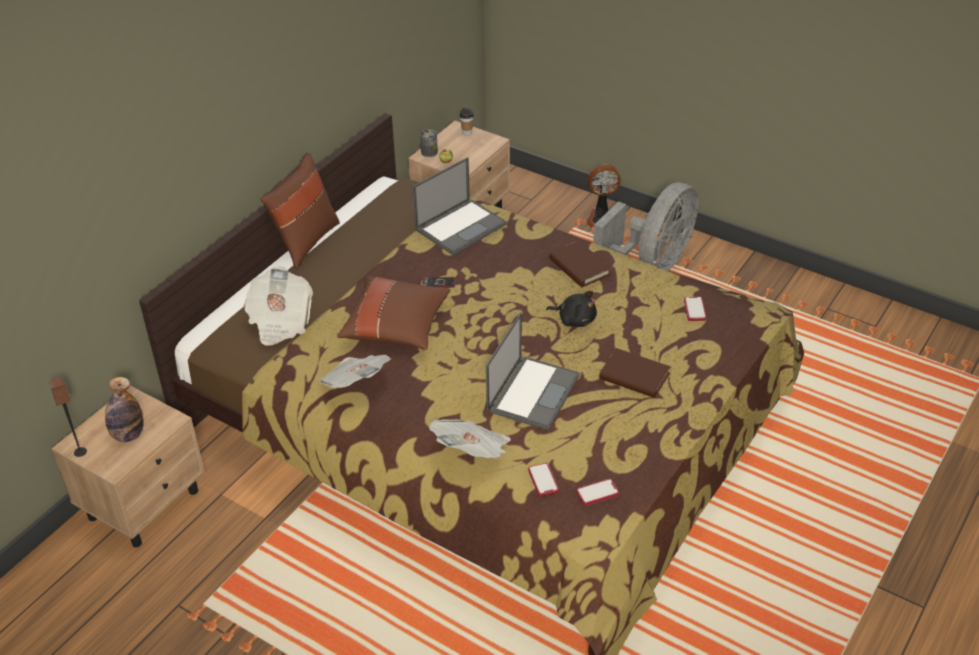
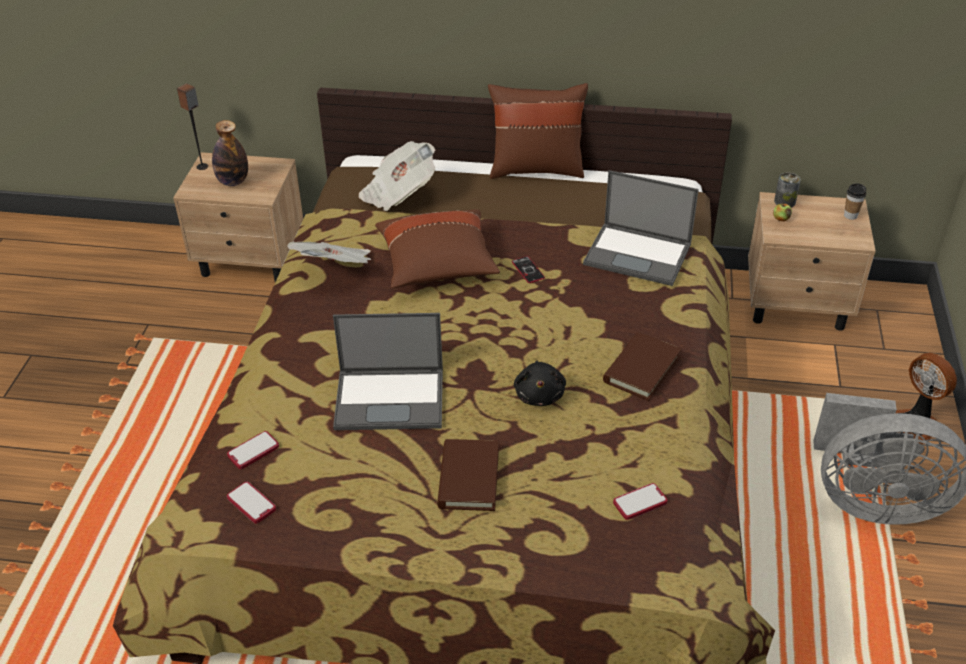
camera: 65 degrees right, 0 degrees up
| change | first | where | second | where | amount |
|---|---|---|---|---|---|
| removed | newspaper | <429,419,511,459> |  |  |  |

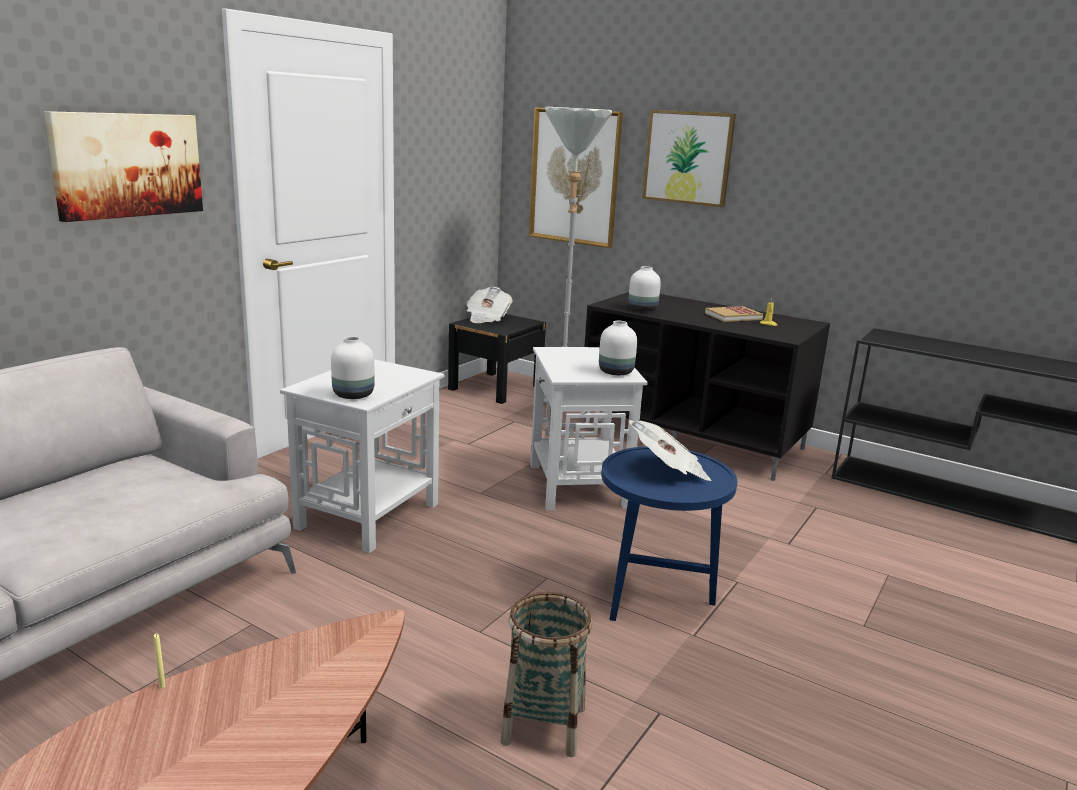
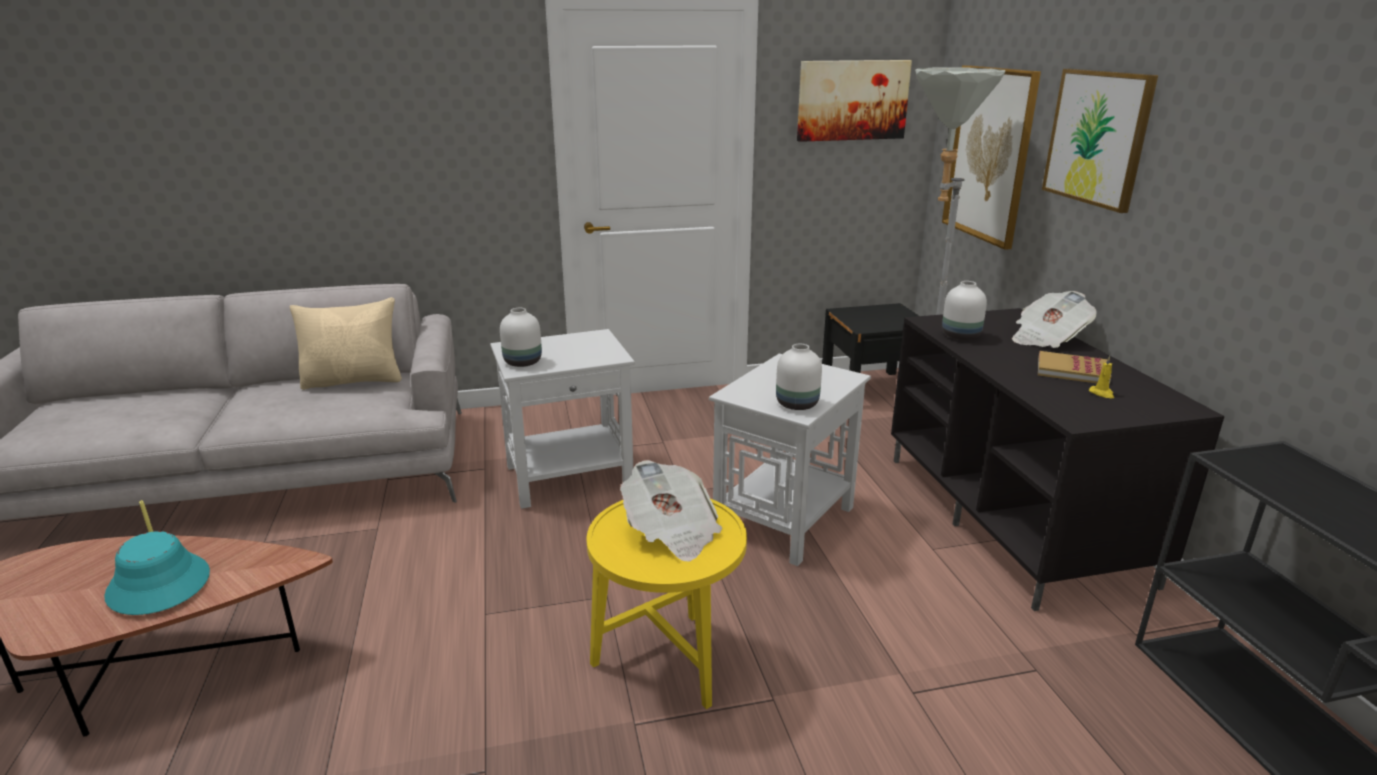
camera: 45 degrees right, 5 degrees up
| change | first | where | second | where | amount |
|---|---|---|---|---|---|
| moved | wall picture | <44,111,203,222> |  | <797,60,912,142> |  |
| moved | newspaper | <467,287,513,323> |  | <1012,291,1097,348> |  |
| removed | household basket | <500,592,592,757> |  |  |  |
| recoloured | bluish accent table | <601,446,737,621> | yellowish accent table | <587,499,747,709> |  |
| added |  |  | turquoise hat | <104,531,210,615> |  |
| added |  |  | beige throw pillow | <290,297,402,390> |  |

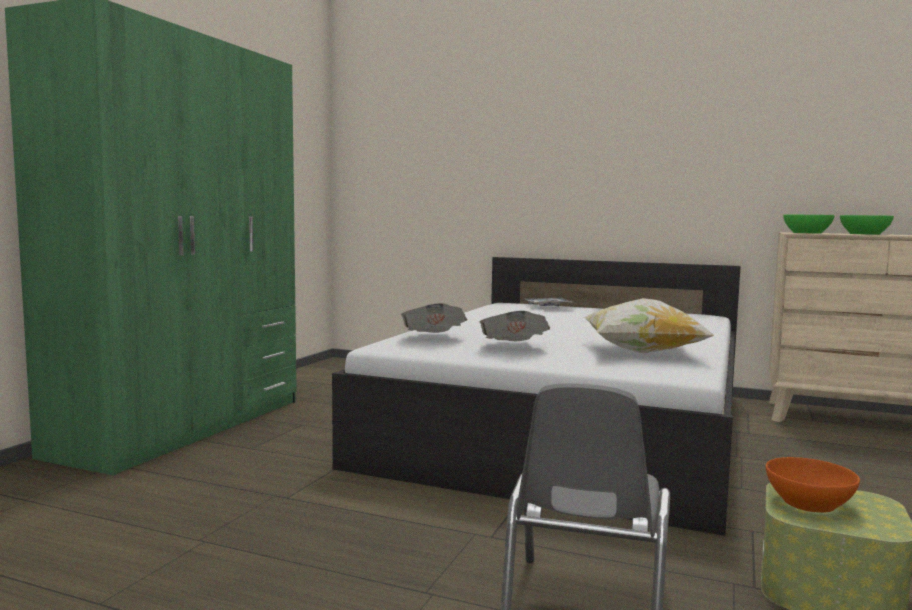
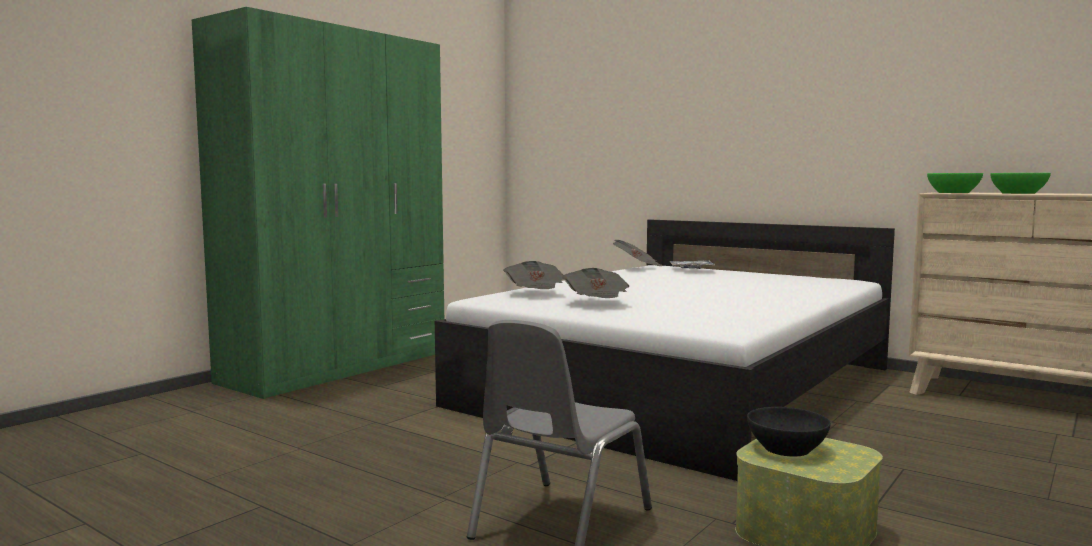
camera: 15 degrees right, 0 degrees up
| change | first | where | second | where | amount |
|---|---|---|---|---|---|
| removed | throw pillow | <583,298,714,353> |  |  |  |
| recoloured | orange-coloured serving bowl | <766,457,860,513> | black-coloured serving bowl | <747,407,830,457> |  |
| added |  |  | newspaper | <613,240,663,266> |  |

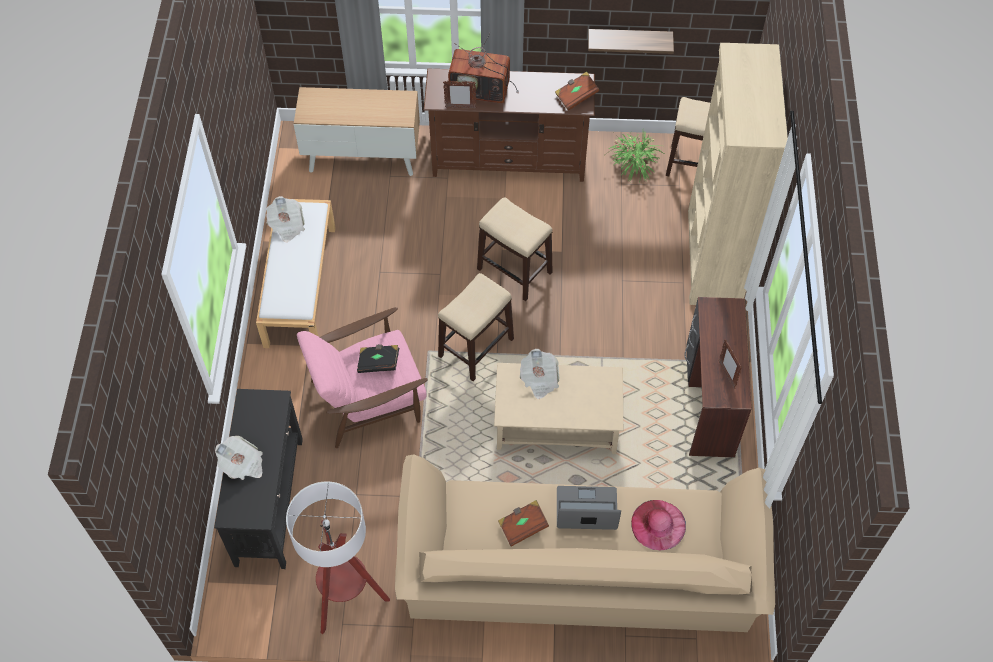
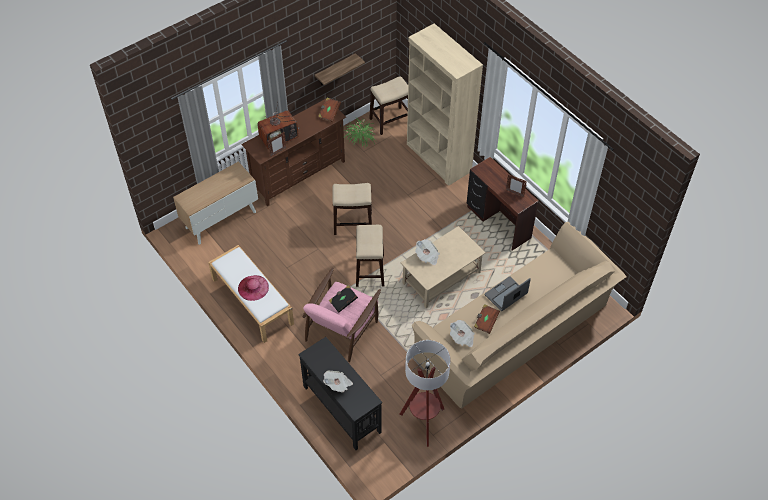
camera: 40 degrees left, 5 degrees down
| change | first | where | second | where | amount |
|---|---|---|---|---|---|
| moved | newspaper | <266,196,305,242> |  | <450,320,475,347> |  |
| moved | pink hat | <631,500,686,550> |  | <238,275,269,301> |  |

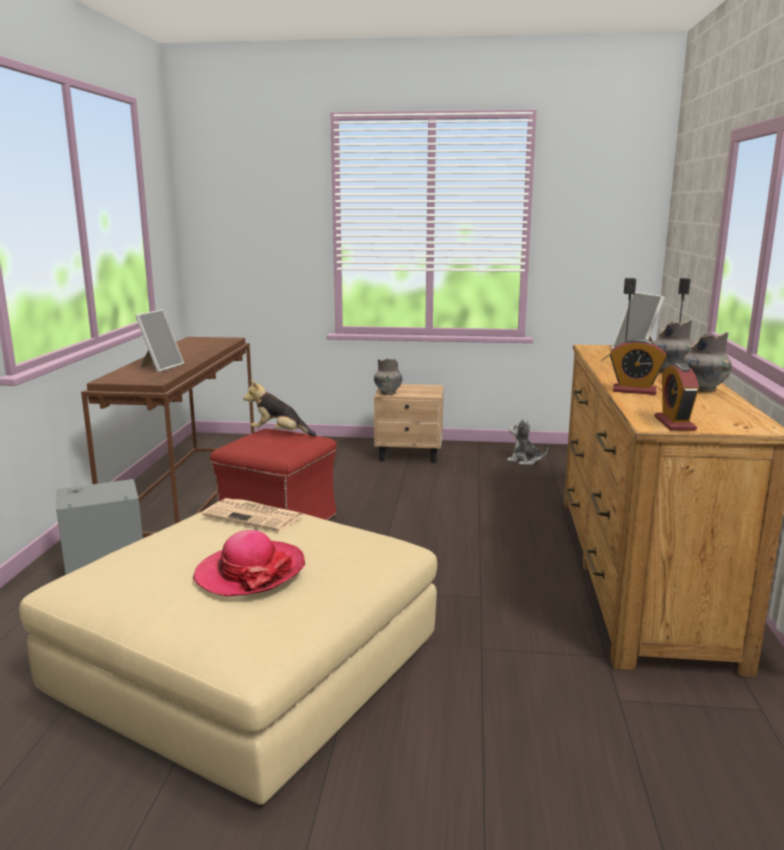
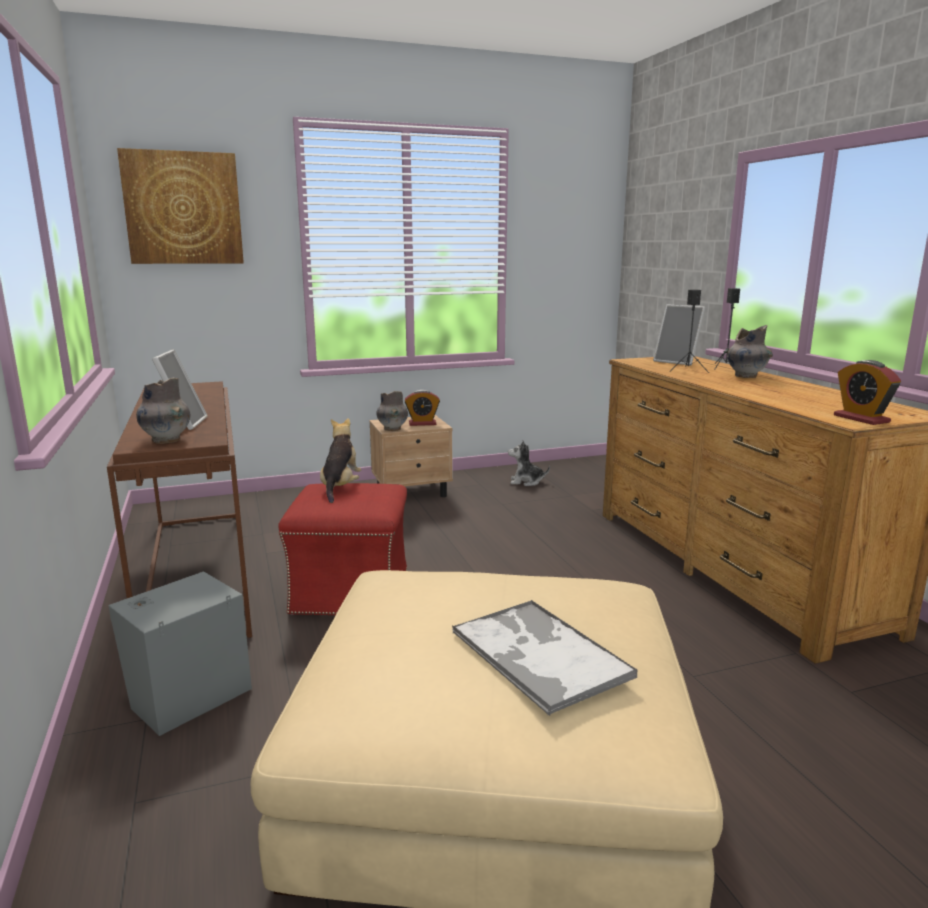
camera: 25 degrees left, 0 degrees up
| change | first | where | second | where | amount |
|---|---|---|---|---|---|
| replaced | hat | <193,530,305,597> | carrying tray | <452,600,638,716> |  |
| removed | newspaper | <202,498,304,532> |  |  |  |
| turned | soft toy | <243,380,317,436> |  | <320,418,361,503> | 105 degrees clockwise |
| moved | table clock | <610,338,667,395> |  | <405,390,440,426> |  |
| moved | gray vase | <682,332,732,392> |  | <136,378,190,444> |  |
| added |  |  | wall picture | <117,148,244,264> |  |

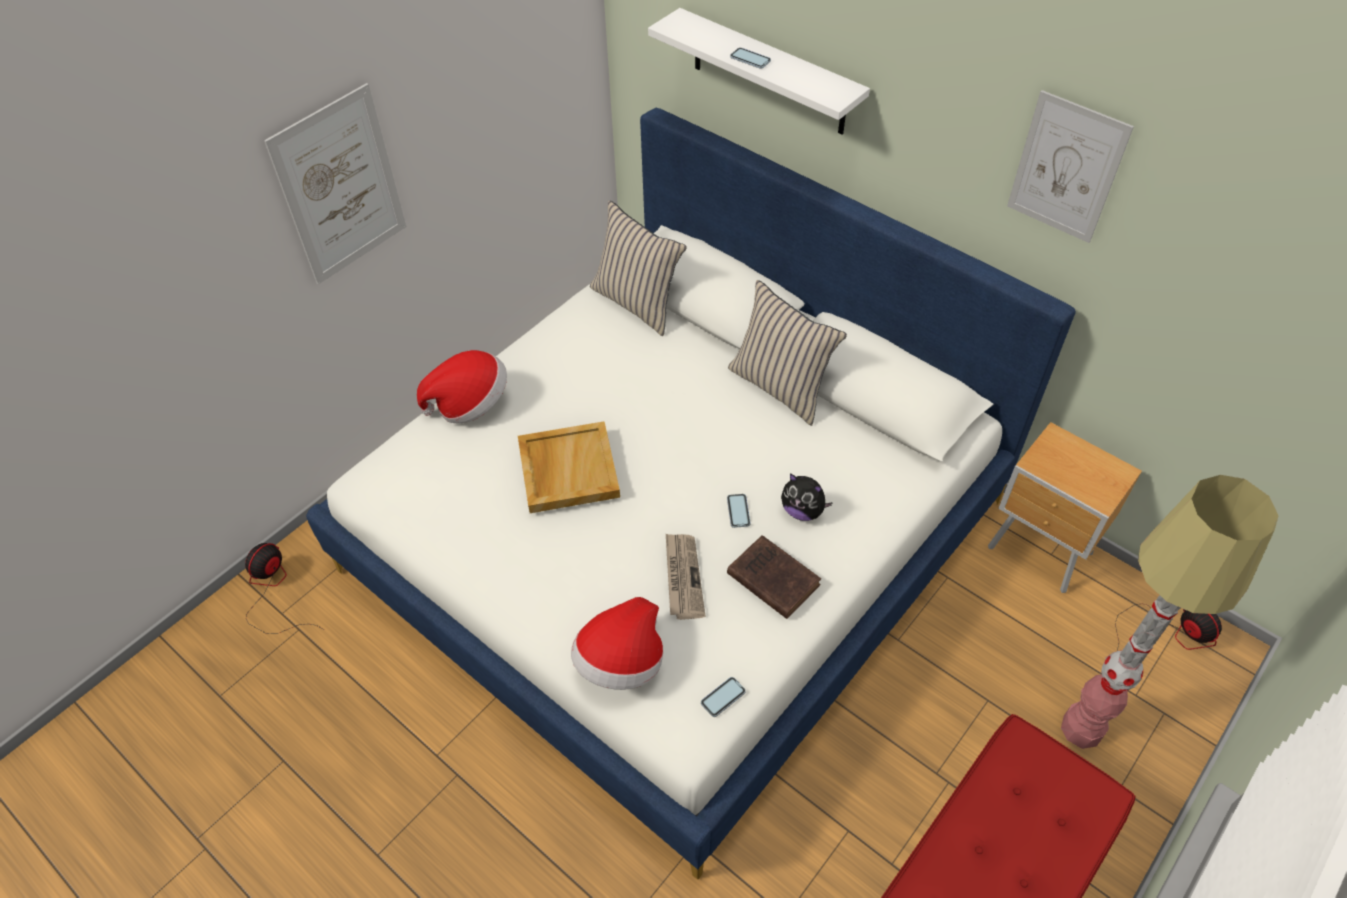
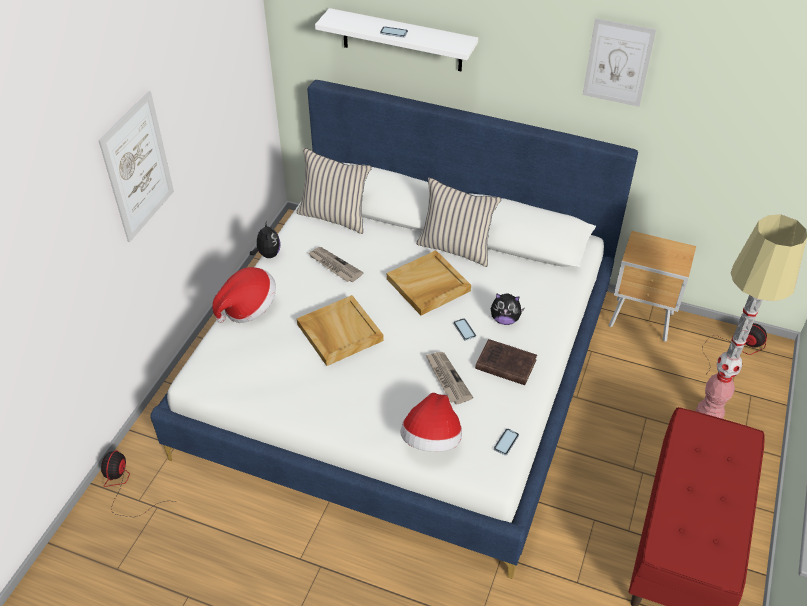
camera: 20 degrees left, 5 degrees down
| change | first | where | second | where | amount |
|---|---|---|---|---|---|
| added |  |  | soft toy | <250,220,281,258> |  |
| added |  |  | newspaper | <308,247,363,282> |  |
| added |  |  | beige carrying tray | <387,250,471,316> |  |

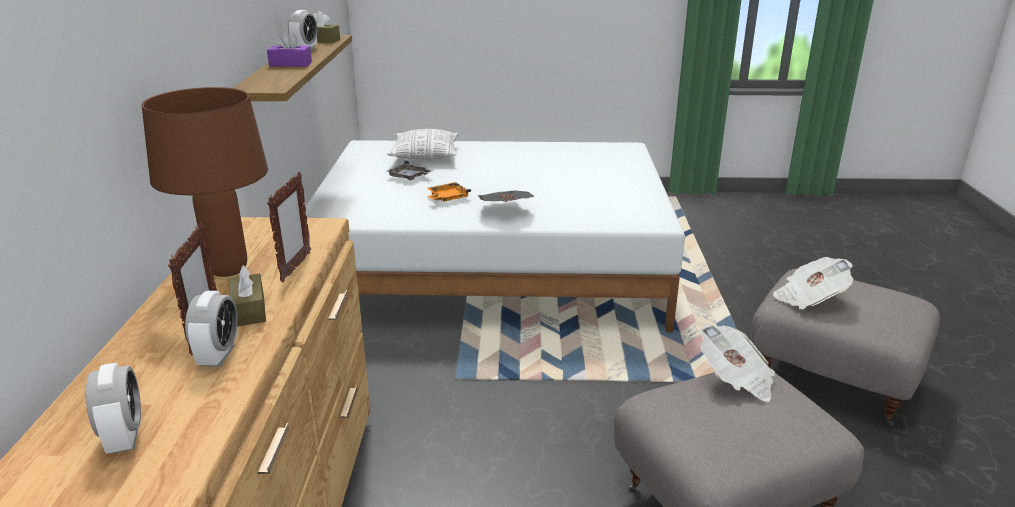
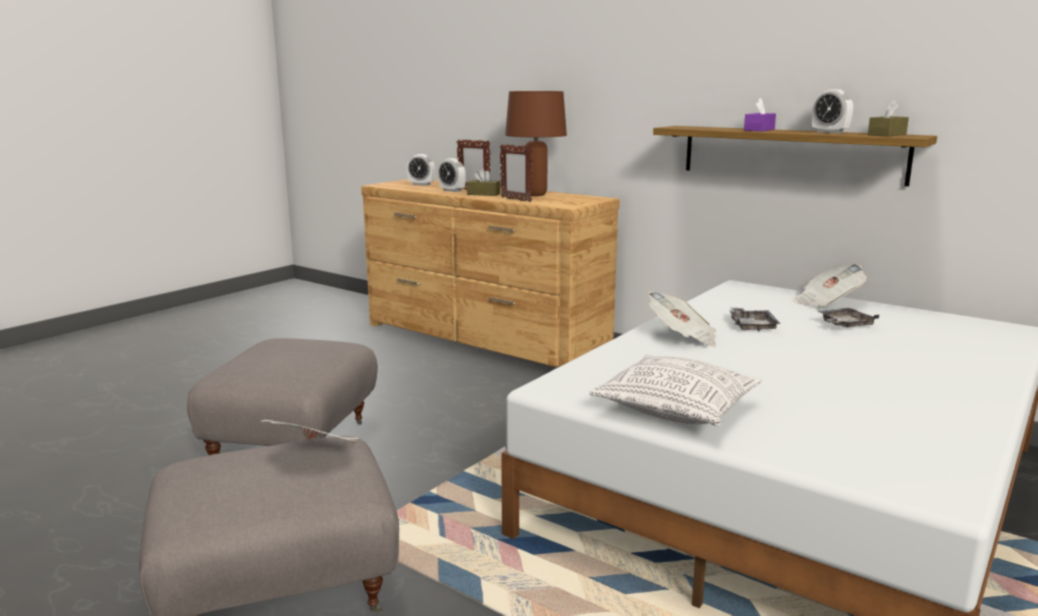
camera: 125 degrees right, 10 degrees down
| change | first | where | second | where | amount |
|---|---|---|---|---|---|
| moved | throw pillow | <387,129,459,160> |  | <589,355,762,426> |  |
| recoloured | orange-coloured carrying tray | <427,182,471,202> | gray carrying tray | <730,308,780,332> |  |
| moved | newspaper | <700,324,775,402> |  | <793,264,867,307> |  |

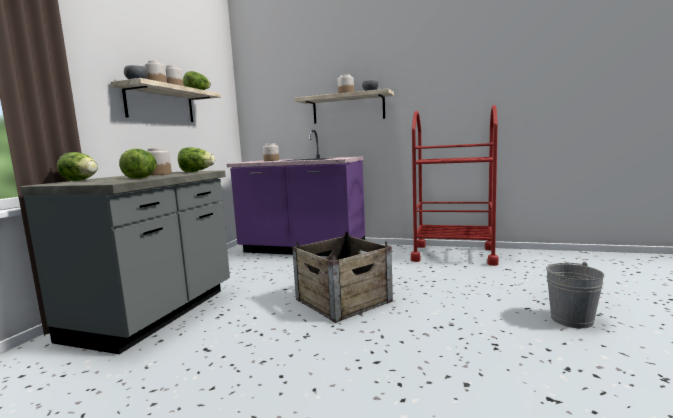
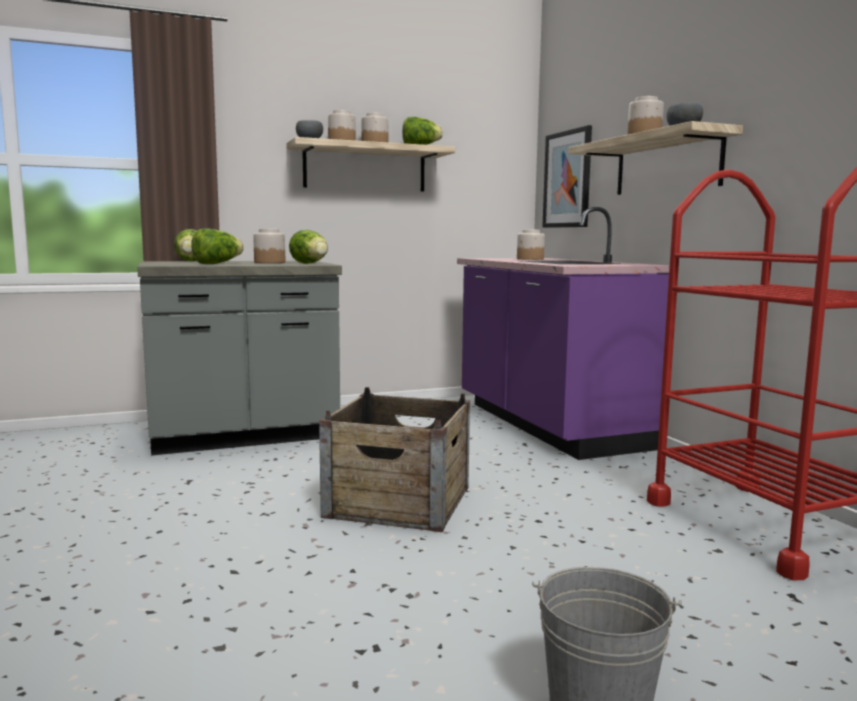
camera: 50 degrees right, 0 degrees up
| change | first | where | second | where | amount |
|---|---|---|---|---|---|
| added |  |  | wall picture | <542,125,592,228> |  |

